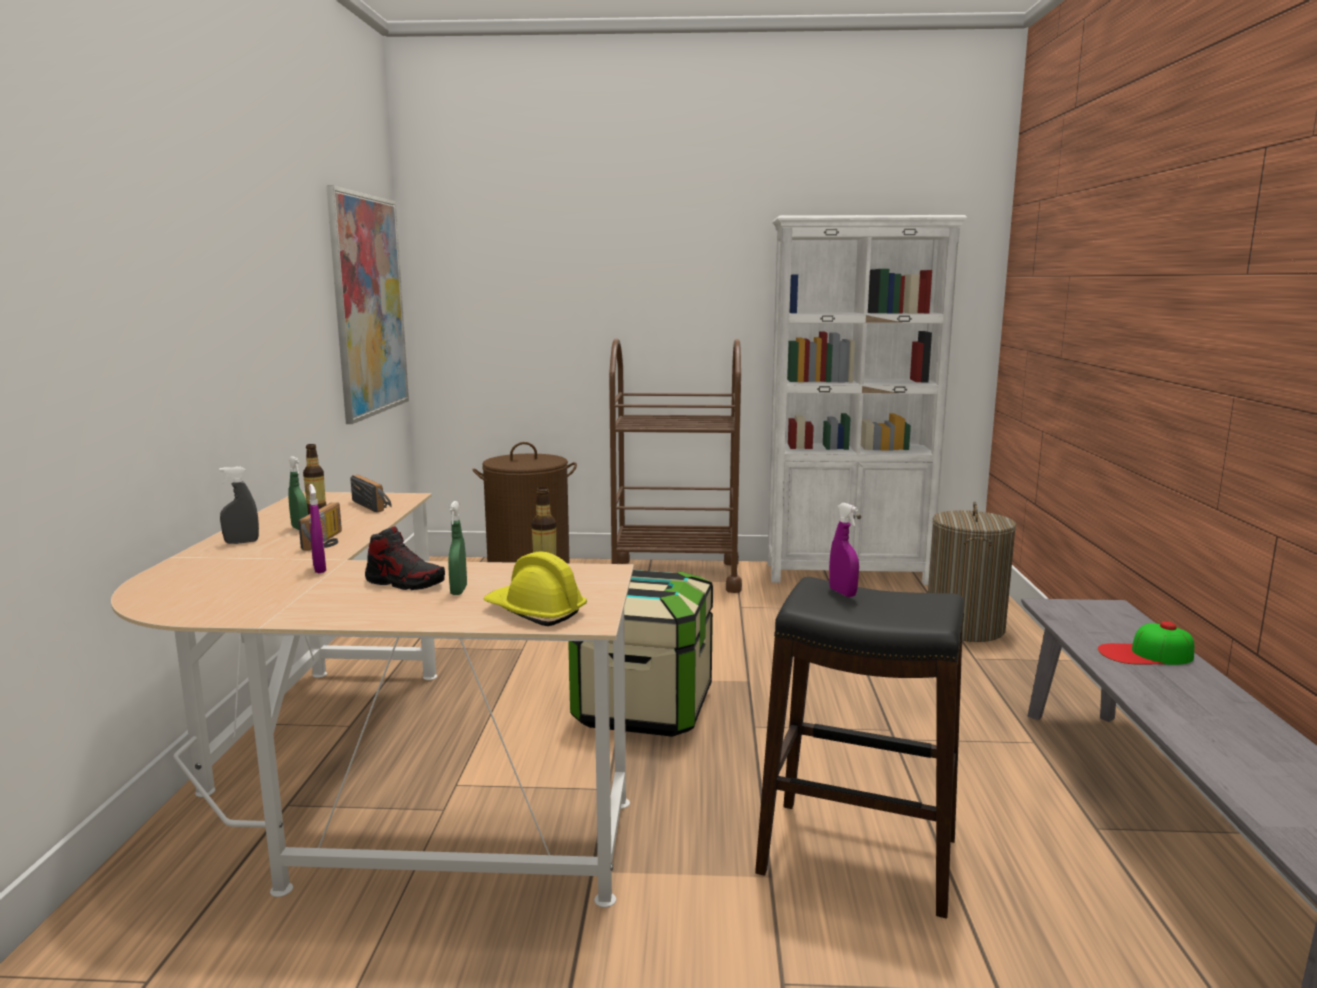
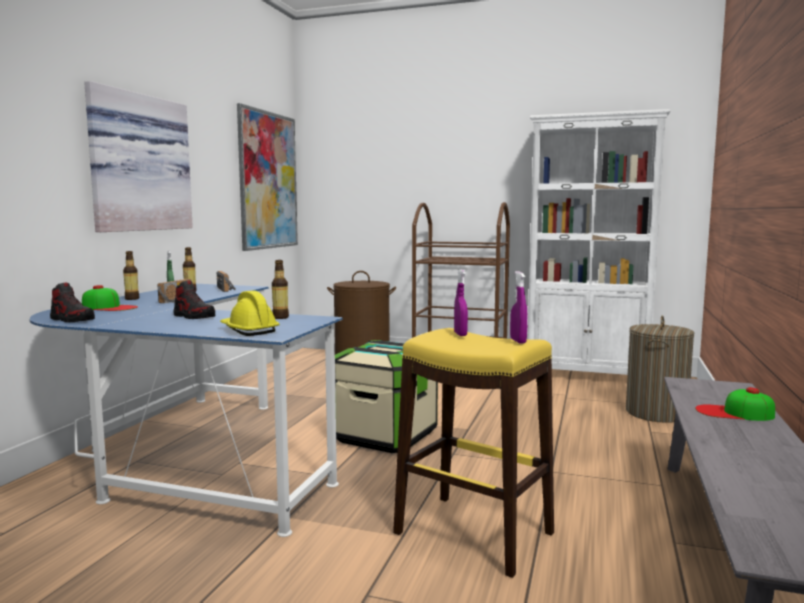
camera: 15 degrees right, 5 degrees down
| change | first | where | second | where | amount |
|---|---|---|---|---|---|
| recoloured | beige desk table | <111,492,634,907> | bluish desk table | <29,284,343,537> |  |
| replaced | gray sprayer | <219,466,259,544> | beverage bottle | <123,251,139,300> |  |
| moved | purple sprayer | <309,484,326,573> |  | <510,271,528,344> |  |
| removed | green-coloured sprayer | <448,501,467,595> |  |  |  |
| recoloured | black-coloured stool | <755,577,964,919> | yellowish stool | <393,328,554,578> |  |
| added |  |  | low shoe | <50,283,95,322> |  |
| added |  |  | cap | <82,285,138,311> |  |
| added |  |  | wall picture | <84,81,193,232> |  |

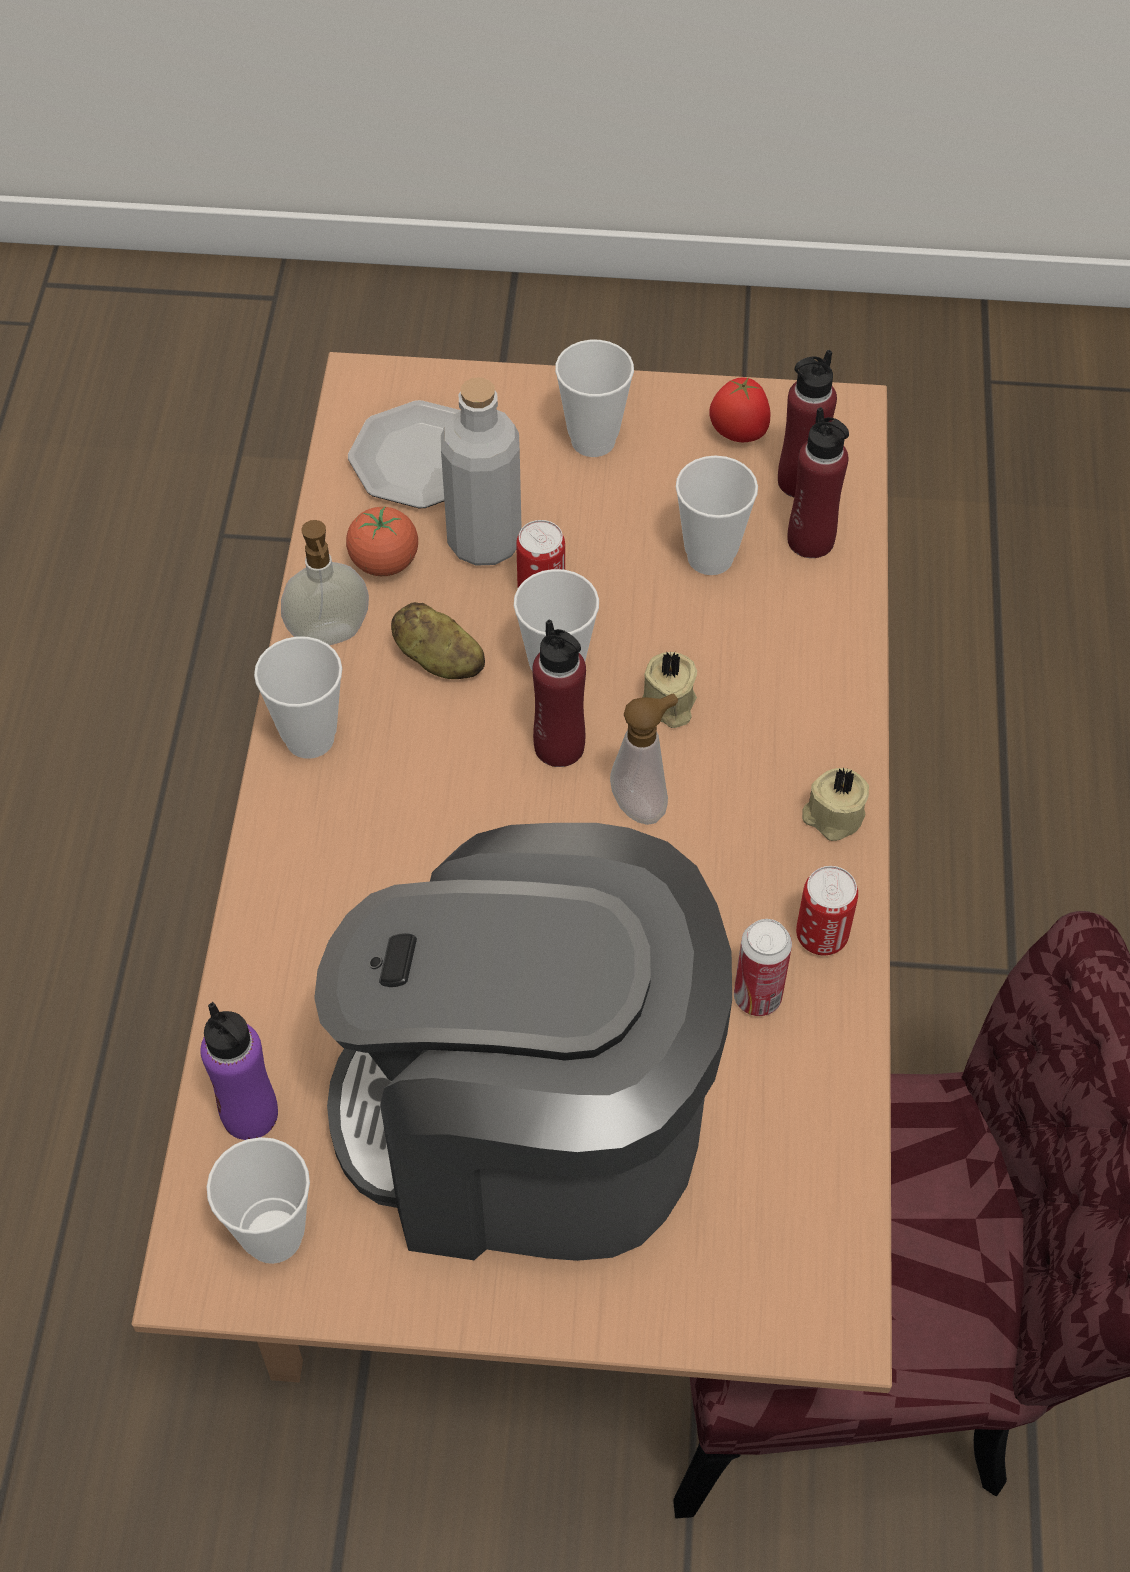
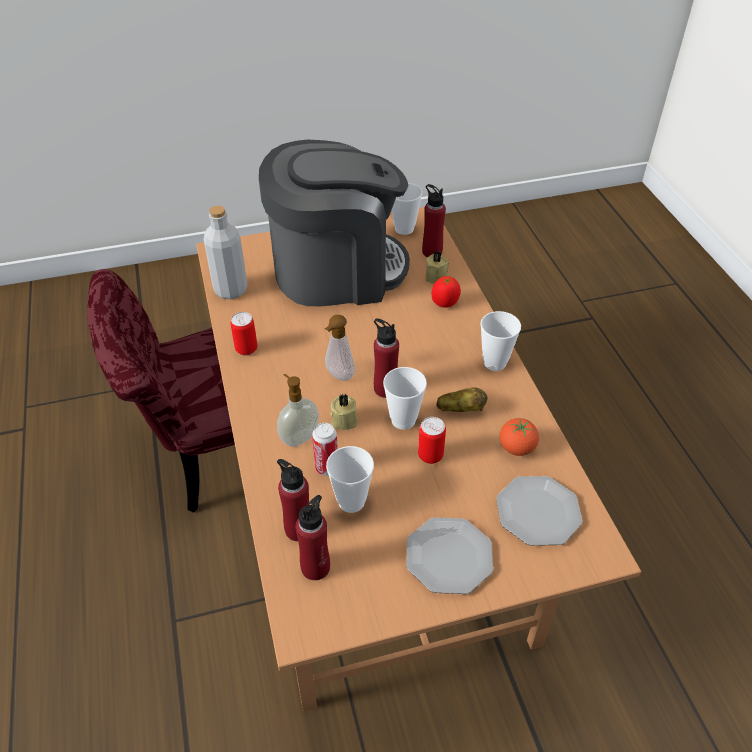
camera: 160 degrees right, 10 degrees down
| change | first | where | second | where | amount |
|---|---|---|---|---|---|
| recoloured | purple beverage bottle | <200,1002,278,1140> | reddish beverage bottle | <422,184,446,257> |  |
| moved | soap dispenser | <281,520,369,645> |  | <277,374,319,447> |  |
| moved | gray beverage bottle | <441,377,522,566> |  | <203,206,248,299> |  |
| replaced | cup | <555,340,634,457> | flat dish | <406,517,493,594> |  |
| moved | fresh tomato | <710,377,771,442> |  | <432,276,461,308> |  |
| moved | metal can | <734,919,792,1016> |  | <312,423,338,476> |  |
| moved | beige wax candle | <802,767,869,841> |  | <425,251,450,284> |  |

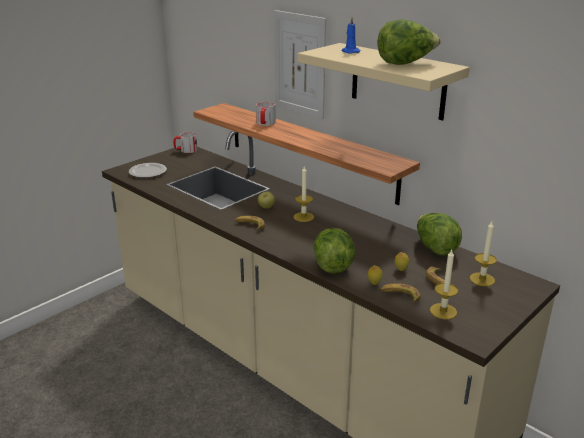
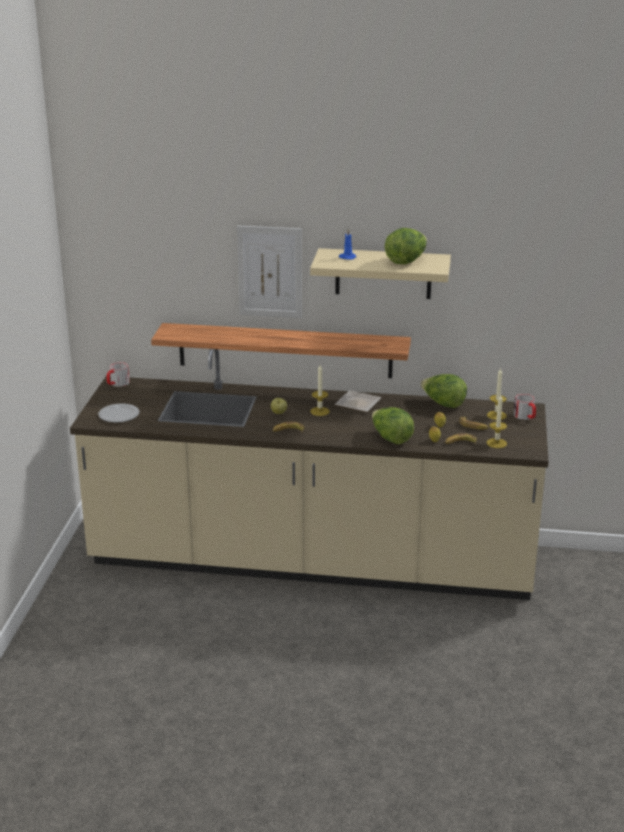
camera: 35 degrees left, 0 degrees up
| change | first | where | second | where | amount |
|---|---|---|---|---|---|
| moved | mug | <256,102,275,126> |  | <513,394,536,420> |  |
| added |  |  | flat dish | <334,391,382,412> |  |

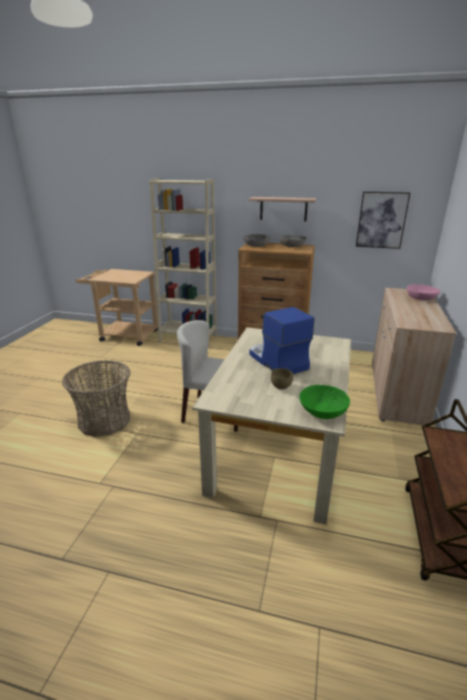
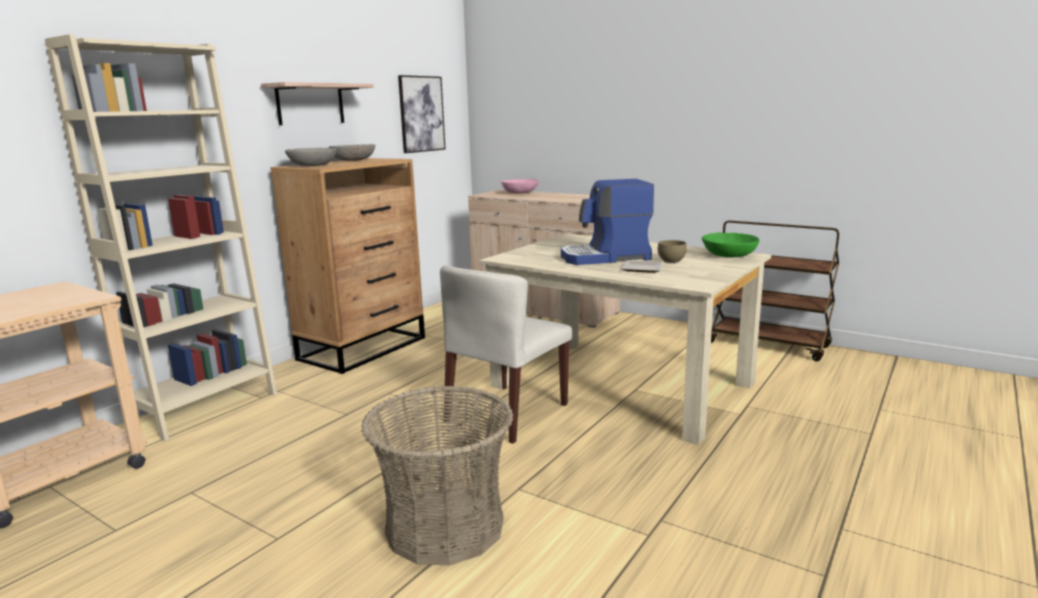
camera: 70 degrees left, 10 degrees down
| change | first | where | second | where | amount |
|---|---|---|---|---|---|
| added |  |  | flat dish | <621,260,663,273> |  |

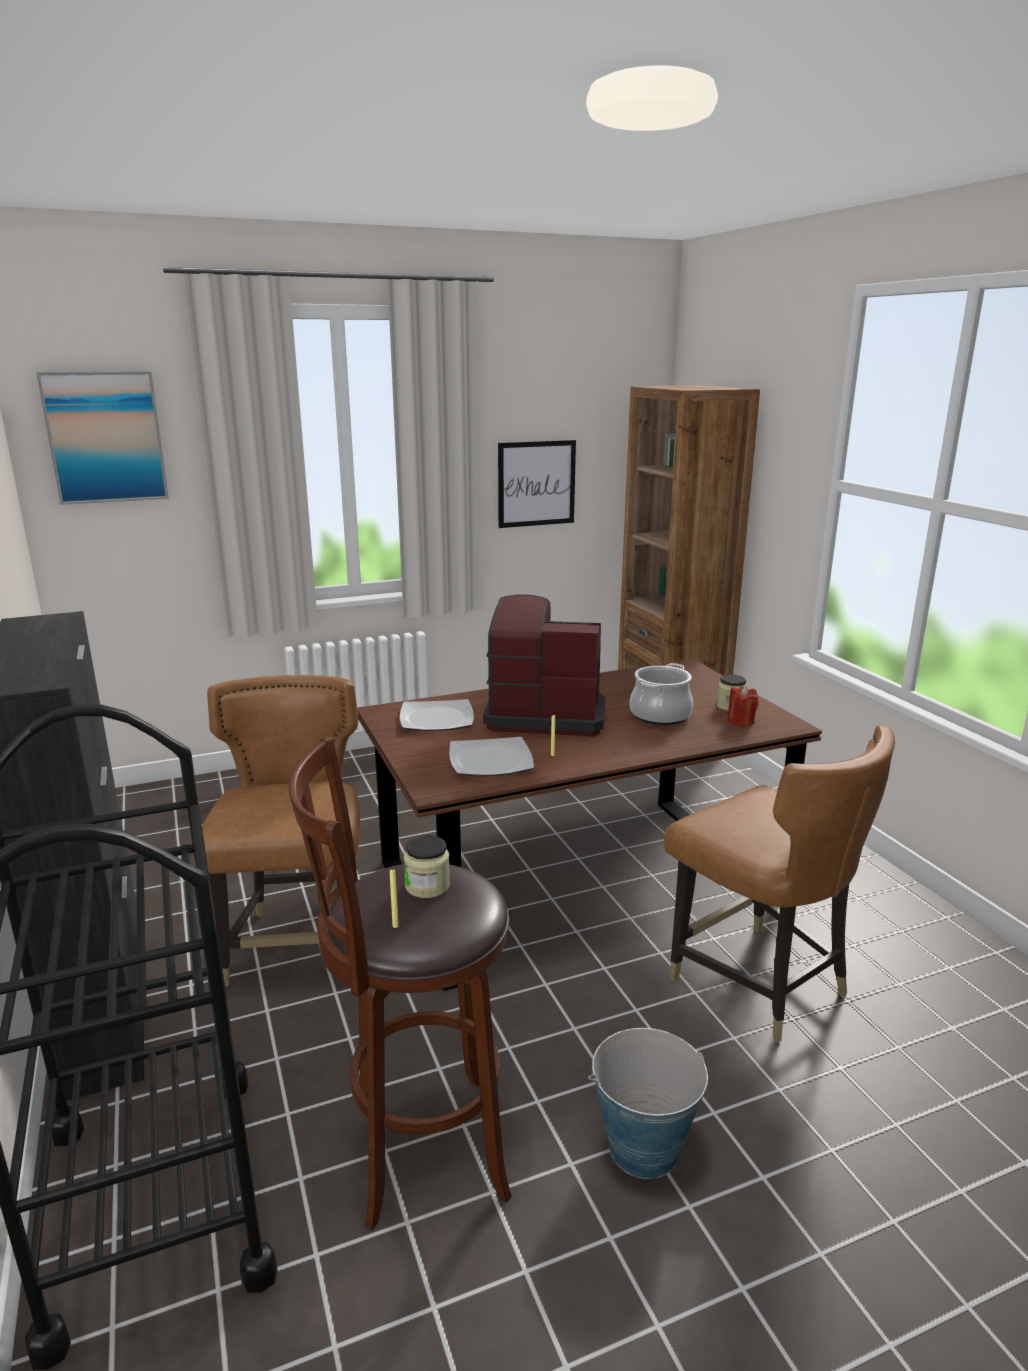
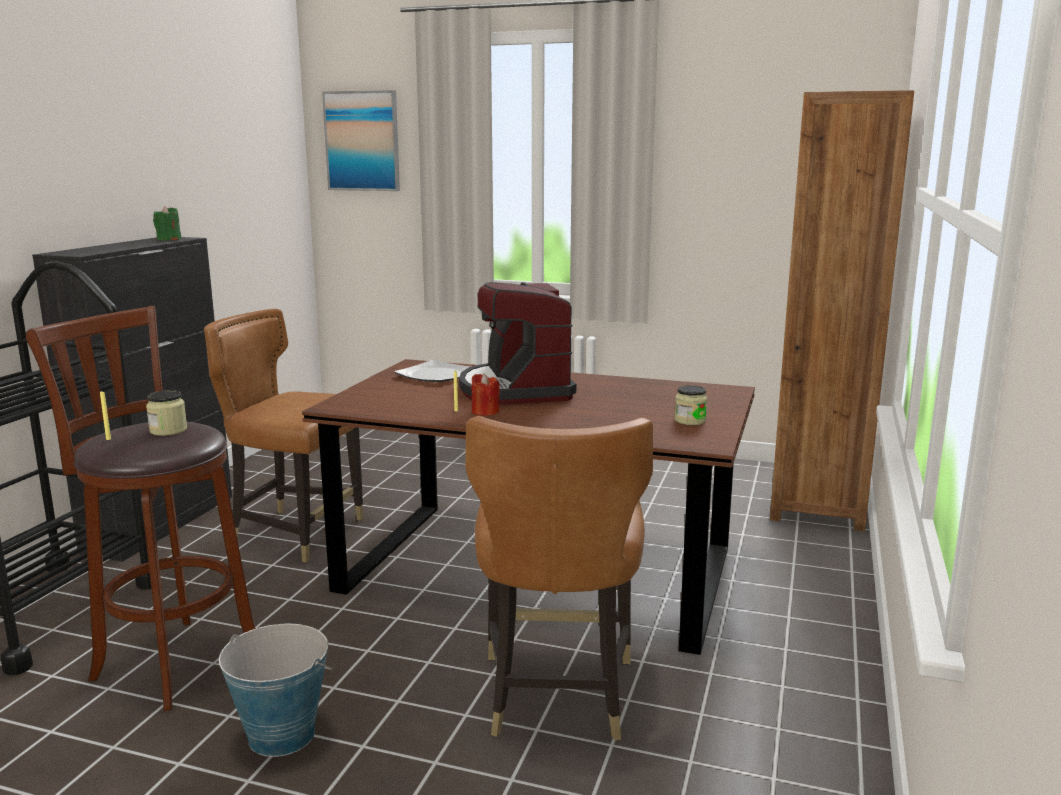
camera: 40 degrees right, 5 degrees down
| change | first | where | second | where | amount |
|---|---|---|---|---|---|
| turned | brown-coloured chair | <193,675,360,986> |  | <204,309,364,563> | 105 degrees counterclockwise |
| removed | flat dish | <449,737,534,776> |  |  |  |
| turned | coffee brewer | <483,594,605,736> |  | <459,282,576,405> | 150 degrees counterclockwise |
| removed | wall picture | <498,440,576,528> |  |  |  |
| removed | cooking pot | <630,663,693,725> |  |  |  |
| moved | reddish wax candle | <727,686,758,726> |  | <471,373,500,416> |  |
| added |  |  | green-coloured wax candle | <153,206,181,241> |  |

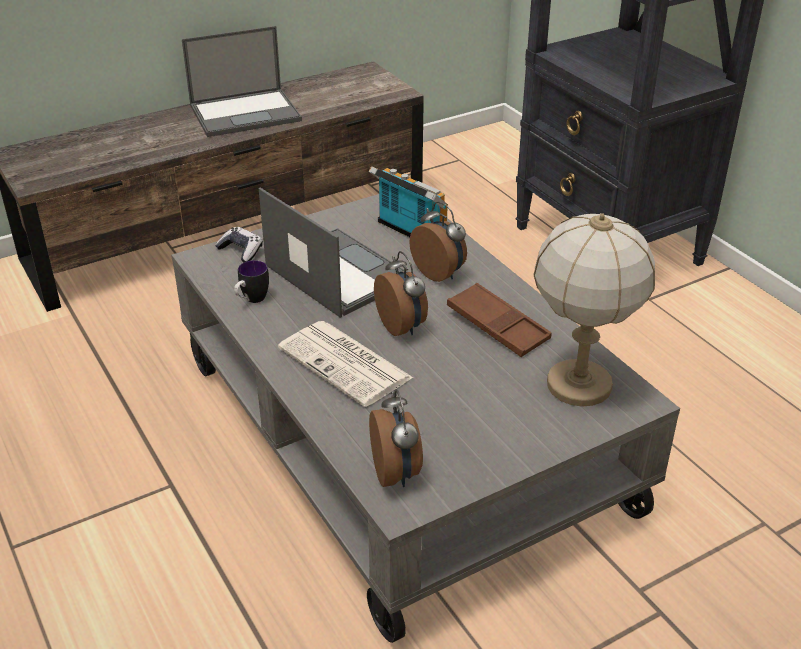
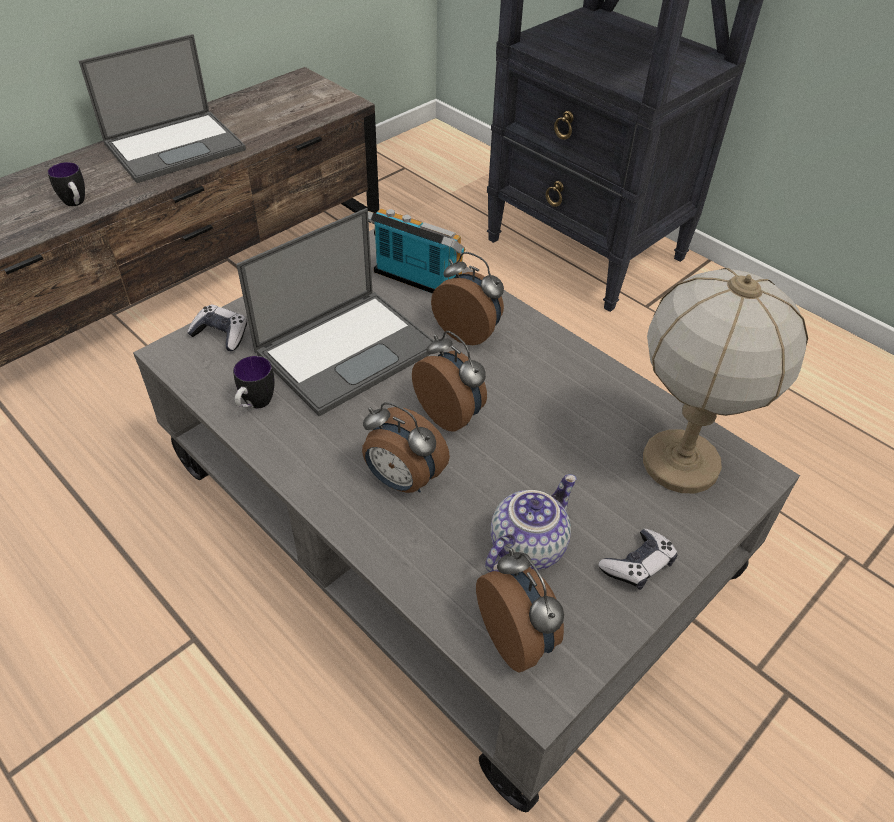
camera: 15 degrees left, 10 degrees up
| change | first | where | second | where | amount |
|---|---|---|---|---|---|
| turned | portable computer | <259,188,407,318> |  | <236,208,434,416> | 105 degrees clockwise |
| replaced | newspaper | <278,321,413,407> | table clock | <362,402,450,493> |  |
| removed | brown-coloured carrying tray | <447,283,552,357> |  |  |  |
| added |  |  | mug | <48,162,85,206> |  |
| added |  |  | pot for tea | <485,474,577,572> |  |
| added |  |  | joypad | <598,529,677,590> |  |

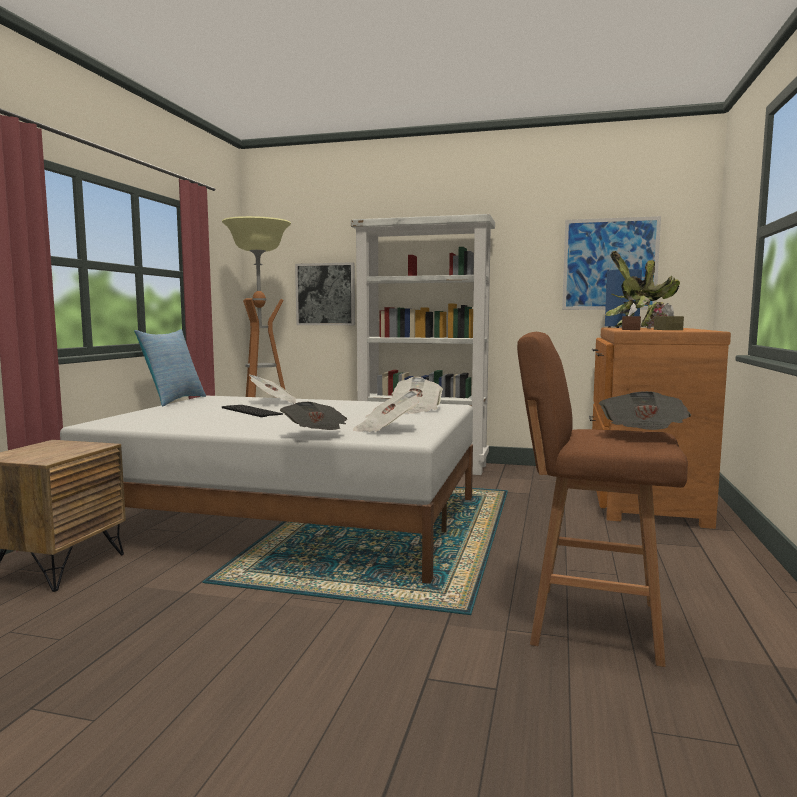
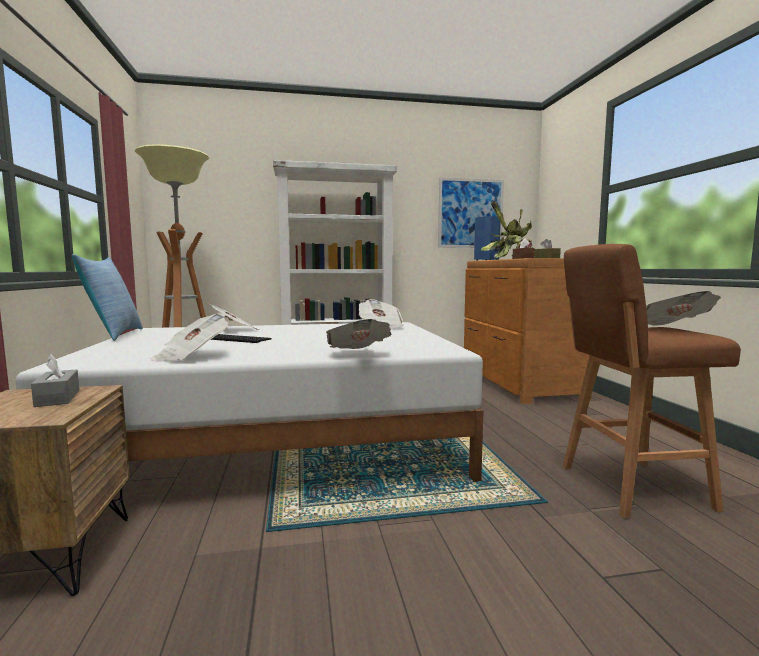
camera: 25 degrees left, 0 degrees up
| change | first | where | second | where | amount |
|---|---|---|---|---|---|
| removed | wall picture | <295,262,355,325> |  |  |  |
| moved | newspaper | <353,390,419,432> |  | <151,313,228,362> |  |
| added |  |  | gray box of tissues | <31,355,79,407> |  |

